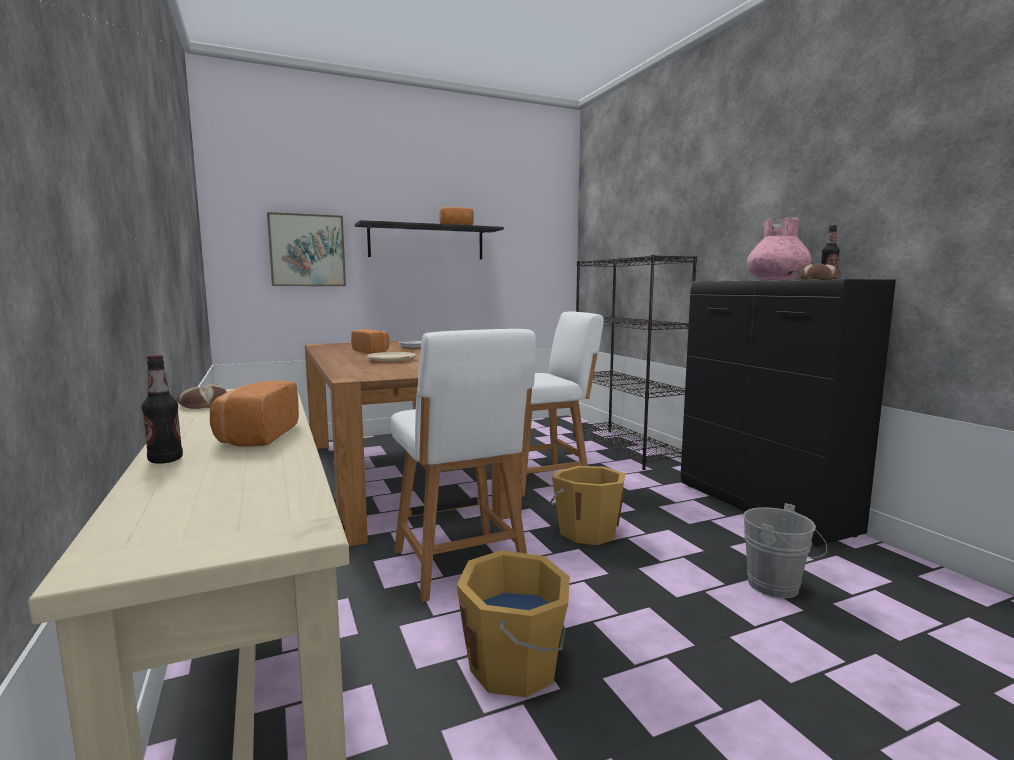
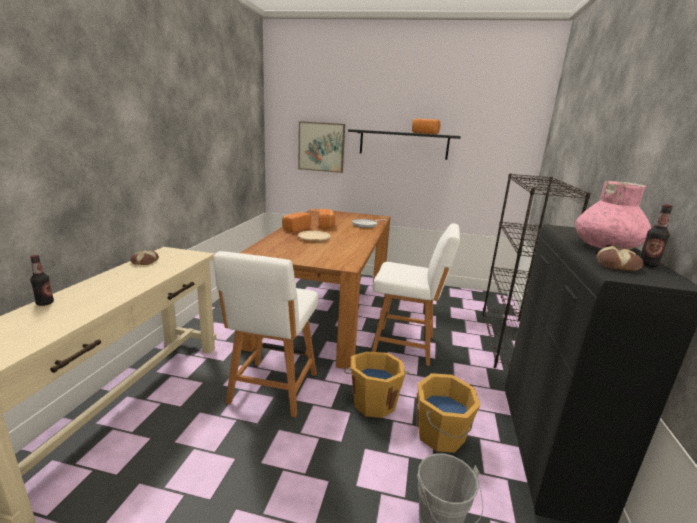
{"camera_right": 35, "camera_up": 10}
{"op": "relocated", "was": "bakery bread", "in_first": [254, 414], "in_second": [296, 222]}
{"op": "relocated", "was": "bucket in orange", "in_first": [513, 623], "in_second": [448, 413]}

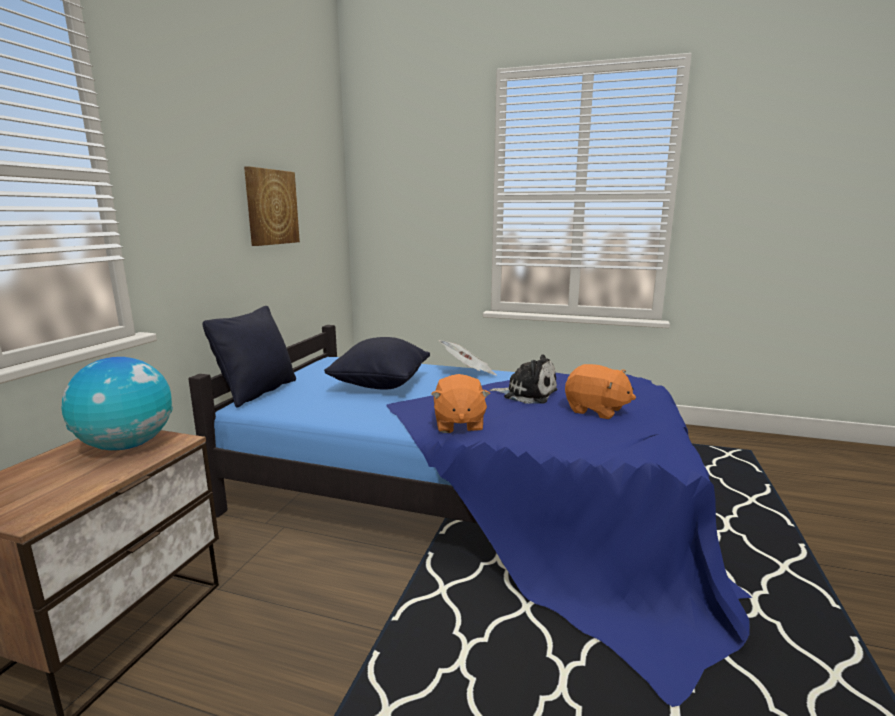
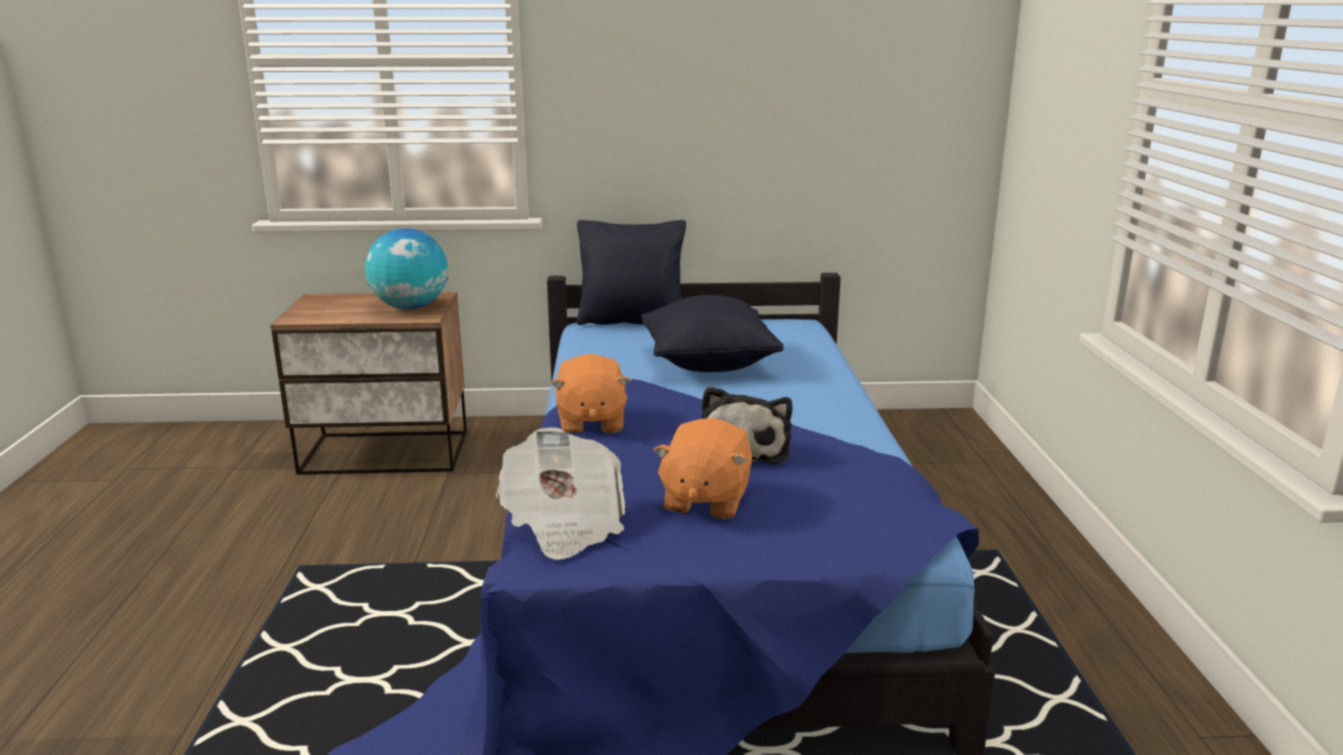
{"camera_right": 70, "camera_up": 5}
{"op": "missing", "was": "picture", "in_first": [272, 206]}
{"op": "relocated", "was": "daily paper", "in_first": [467, 357], "in_second": [560, 493]}
{"op": "spun", "was": "cuddly toy in orange", "in_first": [460, 403], "in_second": [591, 394], "clockwise": -75}

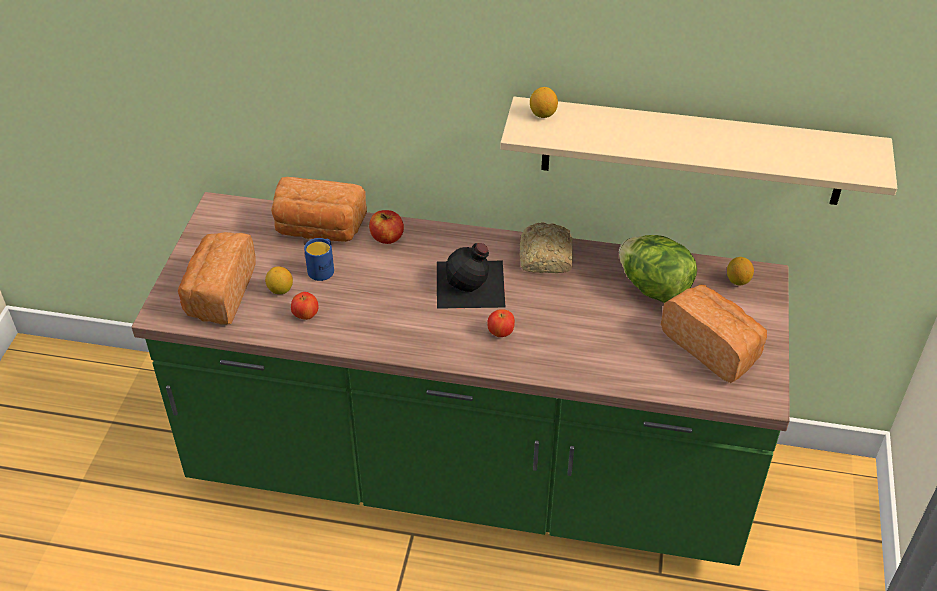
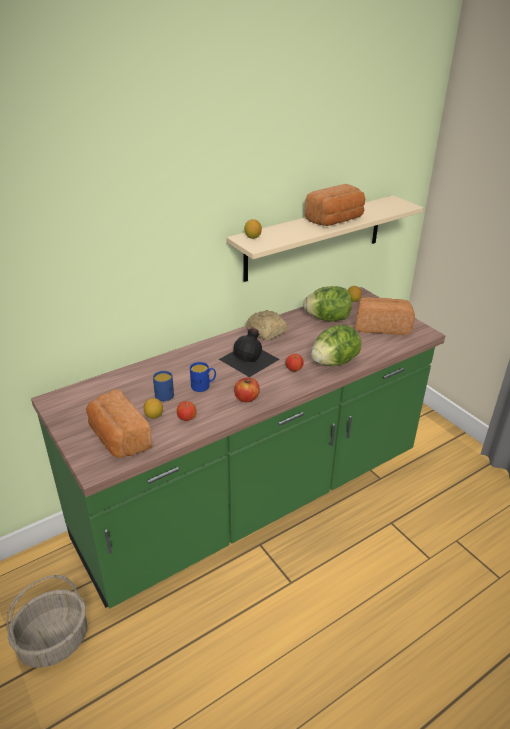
{"camera_right": -45, "camera_up": -10}
{"op": "relocated", "was": "bakery bread", "in_first": [319, 209], "in_second": [335, 205]}
{"op": "relocated", "was": "apple", "in_first": [386, 227], "in_second": [247, 389]}
{"op": "appeared", "now": "lettuce head", "in_second": [336, 345]}
{"op": "appeared", "now": "coffee mug in blue-coloured", "in_second": [203, 377]}
{"op": "appeared", "now": "basket", "in_second": [47, 621]}

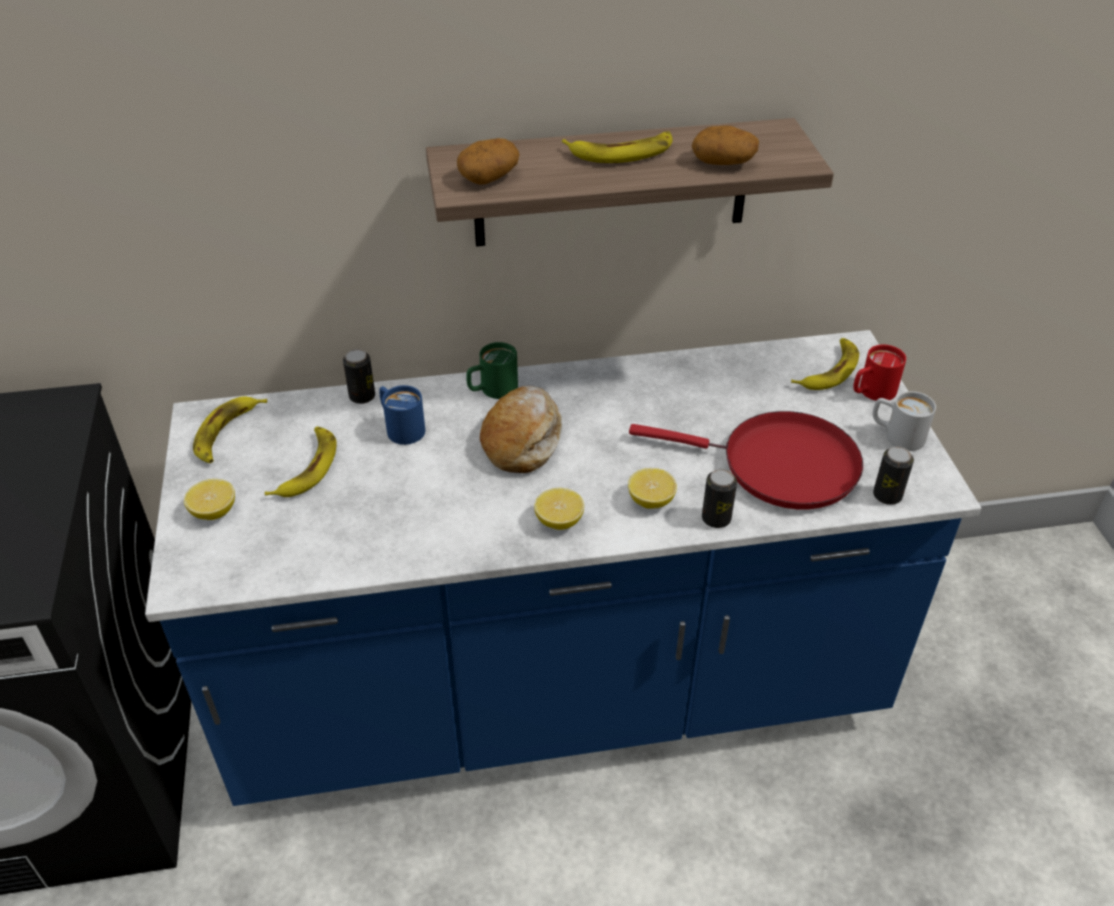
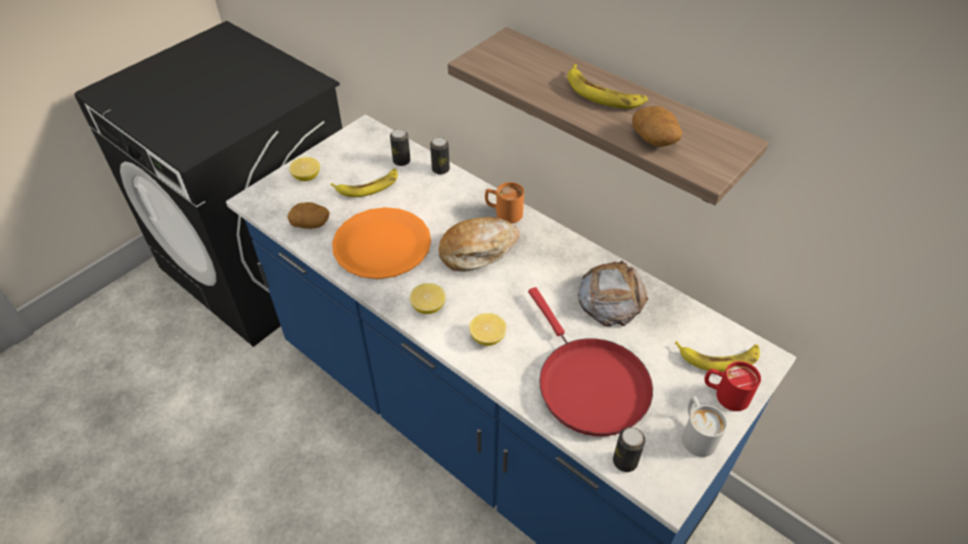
{"camera_right": 50, "camera_up": 5}
{"op": "relocated", "was": "spud", "in_first": [488, 161], "in_second": [309, 215]}
{"op": "colour", "was": "coffee mug in greenish", "now": "coffee mug in orange", "in_first": [492, 370], "in_second": [504, 203]}
{"op": "missing", "was": "coffee mug in blue-coloured", "in_first": [402, 415]}
{"op": "missing", "was": "whole banana", "in_first": [230, 430]}
{"op": "relocated", "was": "metal can", "in_first": [719, 498], "in_second": [400, 147]}
{"op": "appeared", "now": "dinner plate in orange", "in_second": [381, 243]}
{"op": "appeared", "now": "bakery bread", "in_second": [613, 293]}

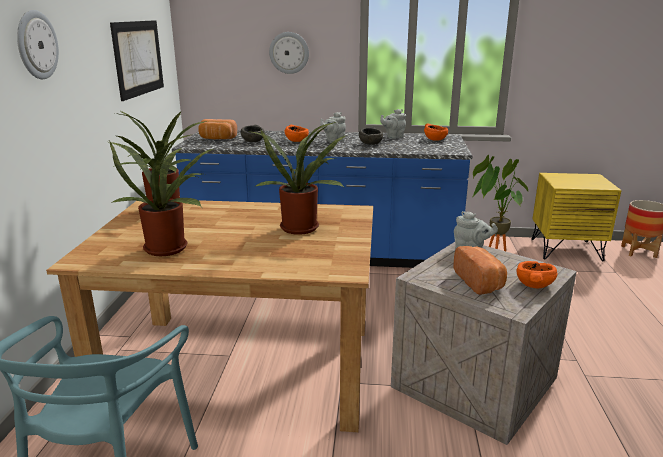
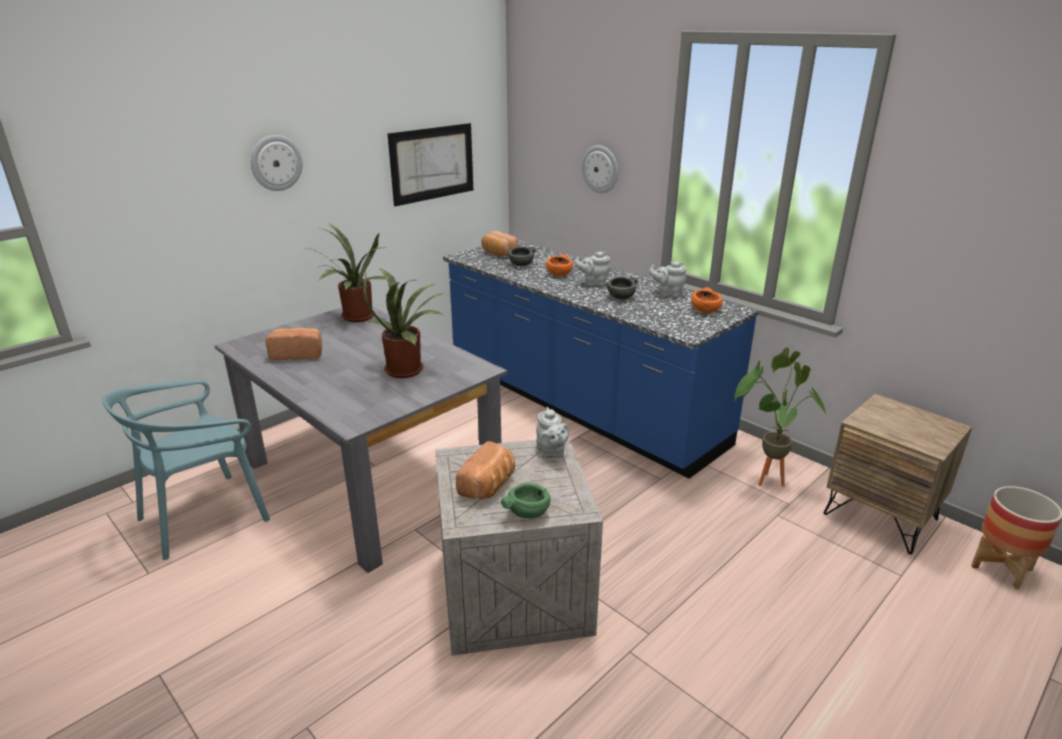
{"camera_right": 40, "camera_up": 5}
{"op": "exchanged", "was": "plant in a pot", "now": "bakery bread", "in_first": [161, 195], "in_second": [293, 344]}
{"op": "colour", "was": "bedside table in yellowish", "now": "bedside table in brownish", "in_first": [576, 217], "in_second": [898, 474]}
{"op": "colour", "was": "dinner table in brownish", "now": "dinner table in grey", "in_first": [209, 316], "in_second": [360, 440]}
{"op": "colour", "was": "serving bowl in orange", "now": "serving bowl in greenish", "in_first": [537, 274], "in_second": [525, 500]}

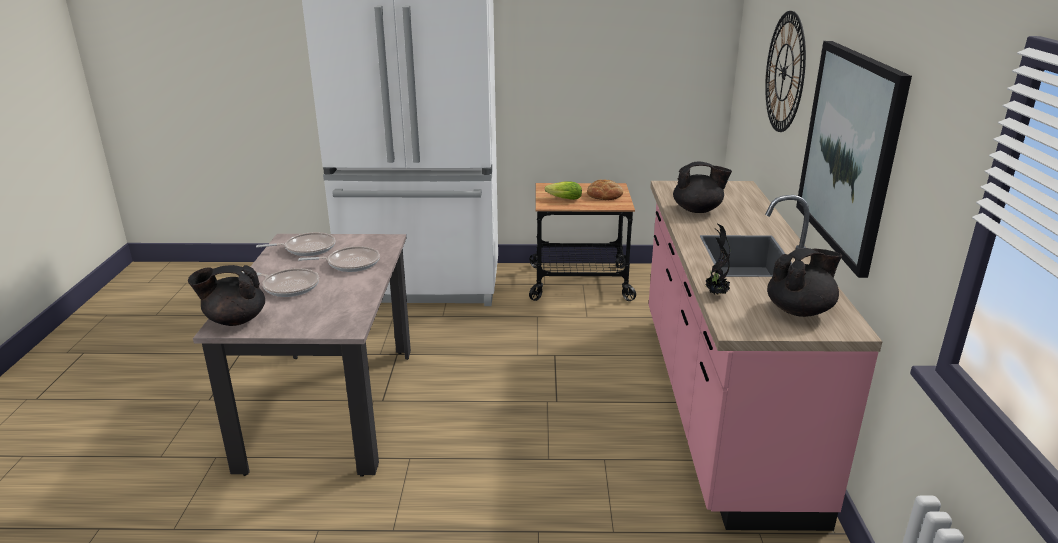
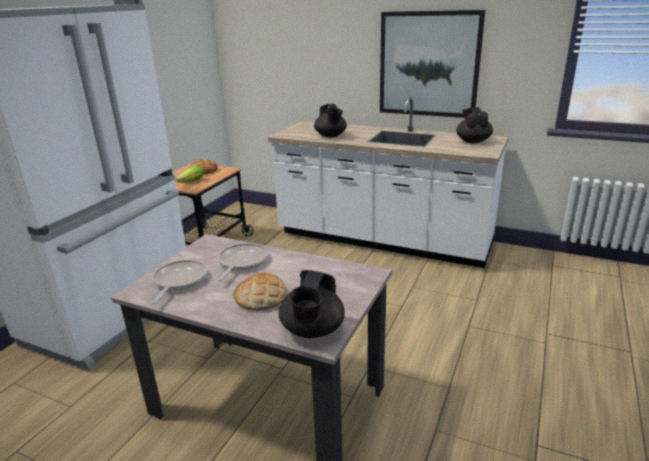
{"camera_right": -65, "camera_up": 0}
{"op": "missing", "was": "clock on the wall", "in_first": [785, 71]}
{"op": "spun", "was": "teapot in black", "in_first": [702, 187], "in_second": [330, 120], "clockwise": 135}
{"op": "colour", "was": "kitchen counter in pink-coloured", "now": "kitchen counter in white-coloured", "in_first": [765, 356], "in_second": [388, 182]}
{"op": "missing", "was": "plant in a pot", "in_first": [716, 259]}
{"op": "exchanged", "was": "frying pan", "now": "bakery bread", "in_first": [280, 282], "in_second": [260, 291]}

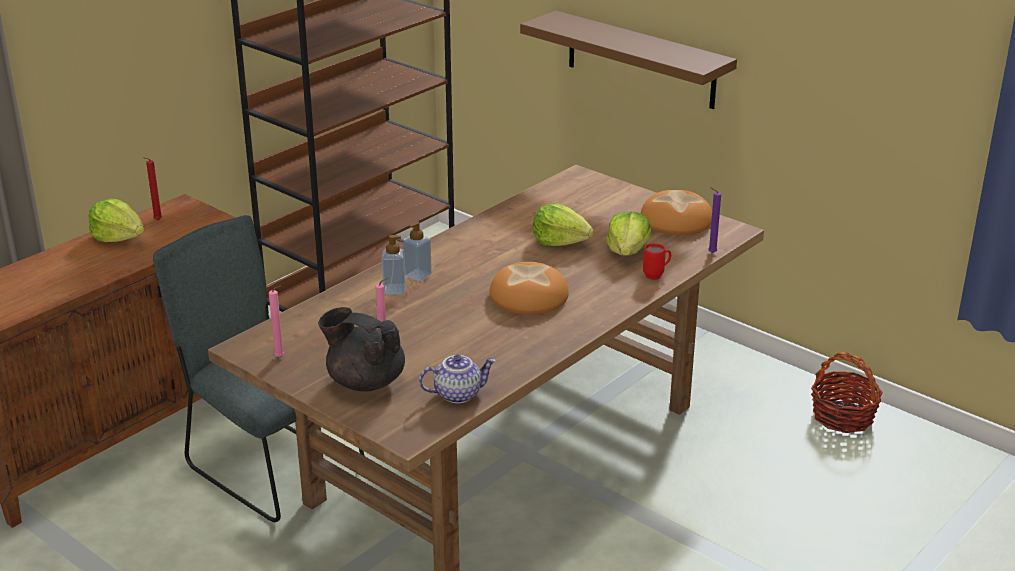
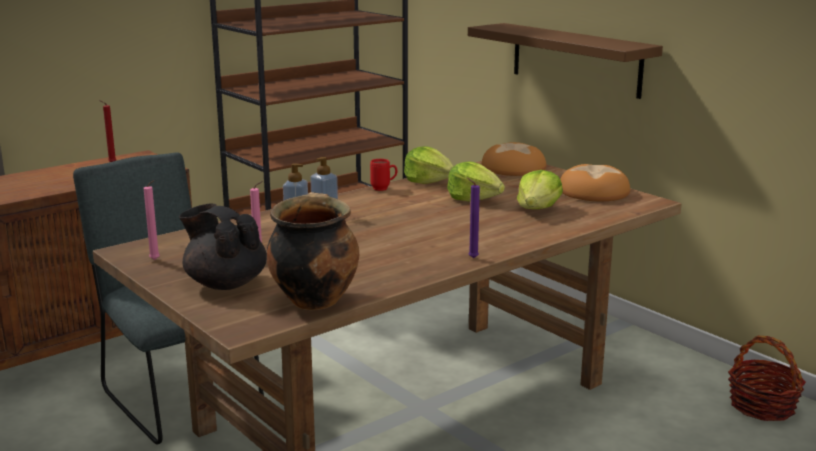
{"camera_right": 10, "camera_up": -10}
{"op": "relocated", "was": "wax candle in purple-coloured", "in_first": [714, 220], "in_second": [473, 218]}
{"op": "relocated", "was": "lettuce head", "in_first": [116, 220], "in_second": [429, 165]}
{"op": "relocated", "was": "coffee mug in reddish", "in_first": [657, 261], "in_second": [384, 175]}
{"op": "relocated", "was": "bakery bread", "in_first": [529, 288], "in_second": [514, 159]}
{"op": "exchanged", "was": "teapot", "now": "cooking pot", "in_first": [457, 379], "in_second": [313, 251]}

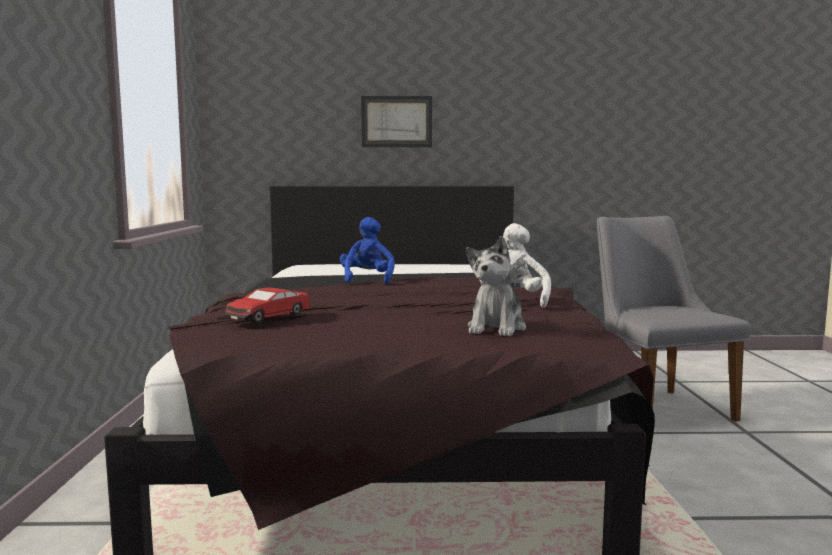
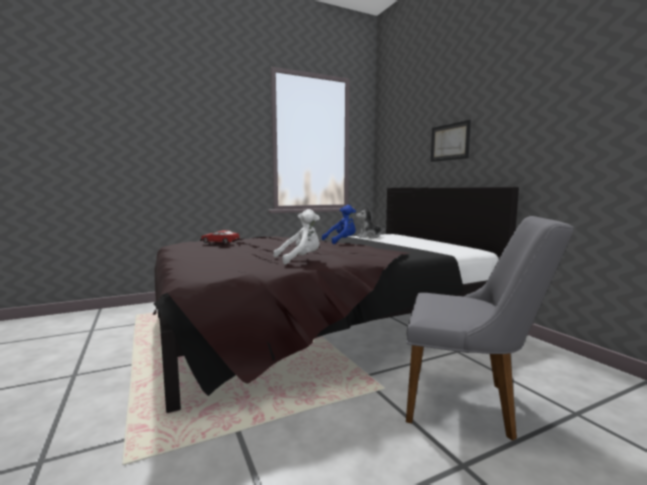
{"camera_right": 65, "camera_up": 0}
{"op": "spun", "was": "upright chair in grey", "in_first": [674, 319], "in_second": [490, 328], "clockwise": 60}
{"op": "relocated", "was": "cuddly toy", "in_first": [496, 286], "in_second": [371, 222]}

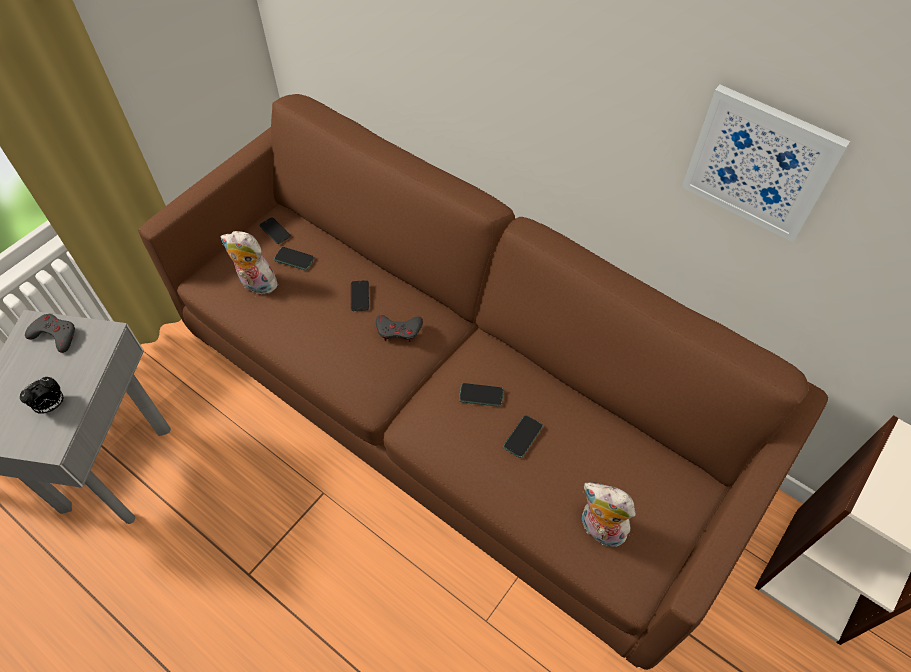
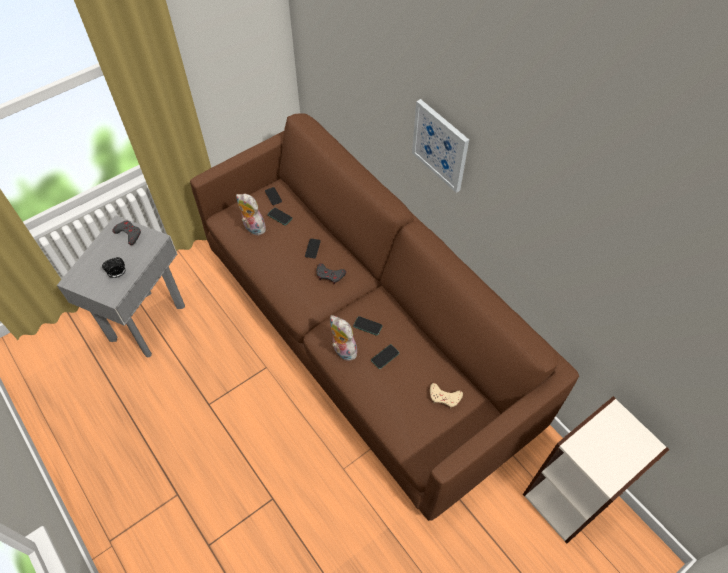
{"camera_right": 15, "camera_up": 0}
{"op": "relocated", "was": "picture", "in_first": [766, 163], "in_second": [440, 146]}
{"op": "relocated", "was": "cuddly toy", "in_first": [609, 514], "in_second": [343, 338]}
{"op": "appeared", "now": "game controller in beige-coloured", "in_second": [446, 395]}

